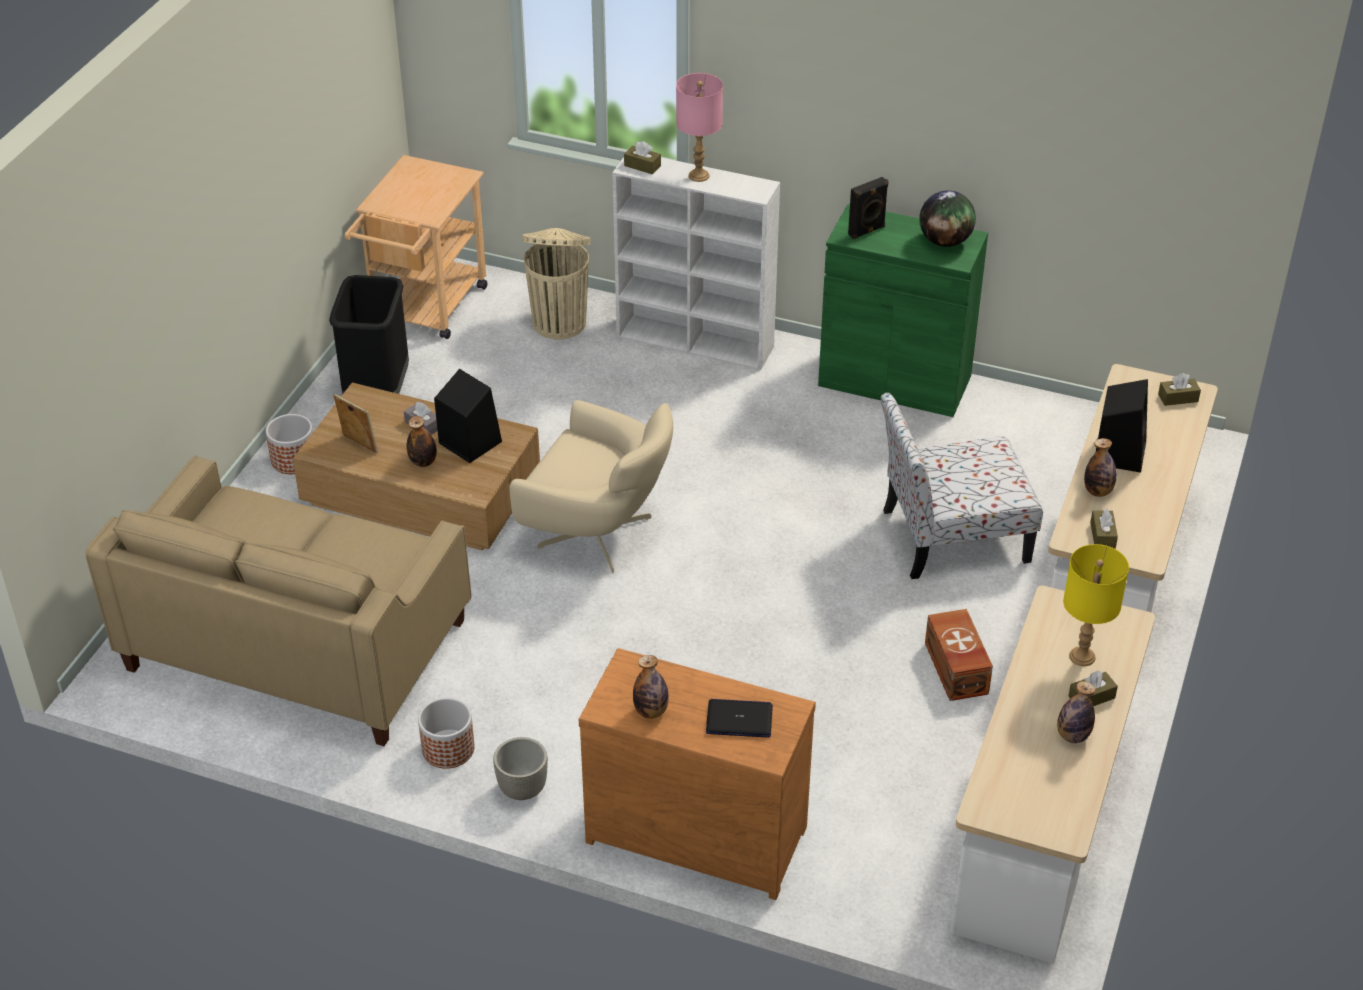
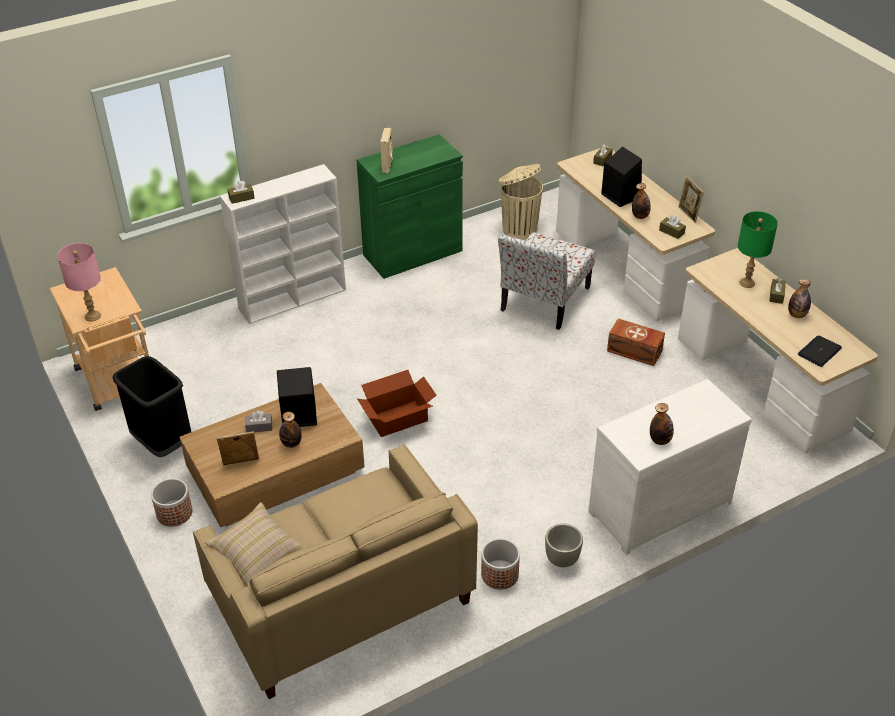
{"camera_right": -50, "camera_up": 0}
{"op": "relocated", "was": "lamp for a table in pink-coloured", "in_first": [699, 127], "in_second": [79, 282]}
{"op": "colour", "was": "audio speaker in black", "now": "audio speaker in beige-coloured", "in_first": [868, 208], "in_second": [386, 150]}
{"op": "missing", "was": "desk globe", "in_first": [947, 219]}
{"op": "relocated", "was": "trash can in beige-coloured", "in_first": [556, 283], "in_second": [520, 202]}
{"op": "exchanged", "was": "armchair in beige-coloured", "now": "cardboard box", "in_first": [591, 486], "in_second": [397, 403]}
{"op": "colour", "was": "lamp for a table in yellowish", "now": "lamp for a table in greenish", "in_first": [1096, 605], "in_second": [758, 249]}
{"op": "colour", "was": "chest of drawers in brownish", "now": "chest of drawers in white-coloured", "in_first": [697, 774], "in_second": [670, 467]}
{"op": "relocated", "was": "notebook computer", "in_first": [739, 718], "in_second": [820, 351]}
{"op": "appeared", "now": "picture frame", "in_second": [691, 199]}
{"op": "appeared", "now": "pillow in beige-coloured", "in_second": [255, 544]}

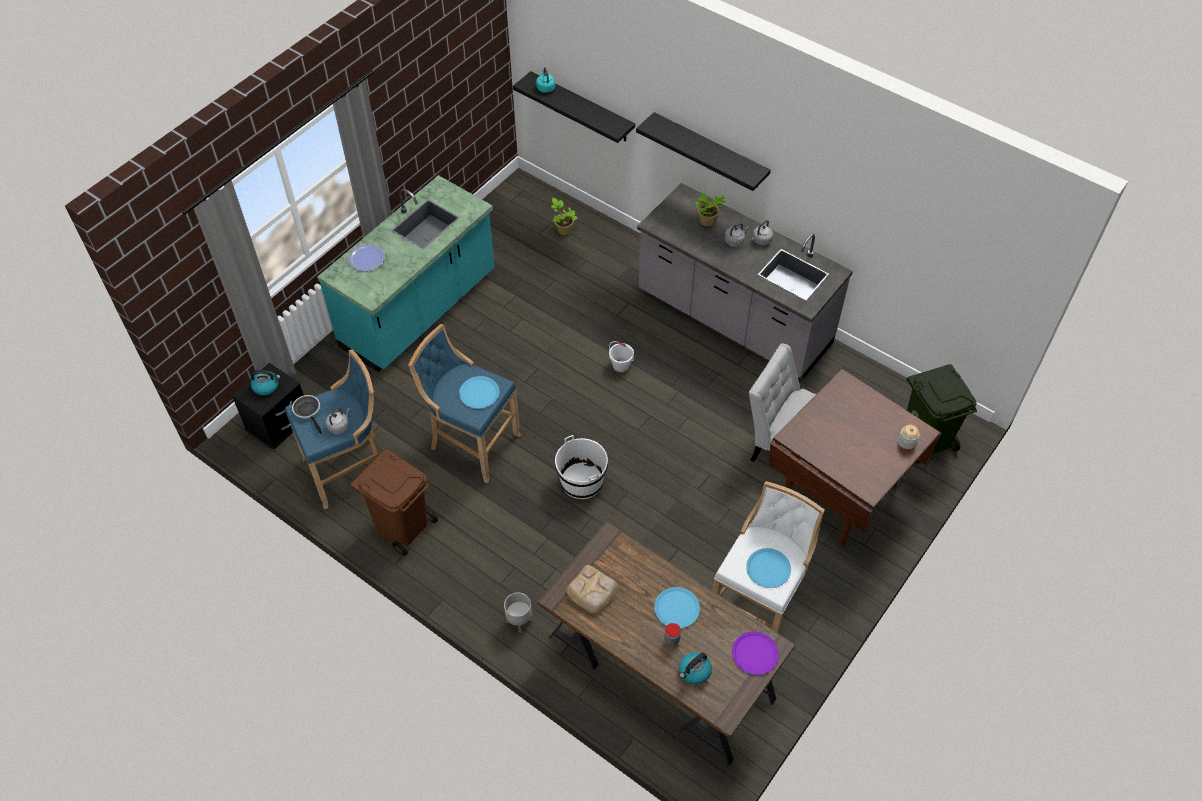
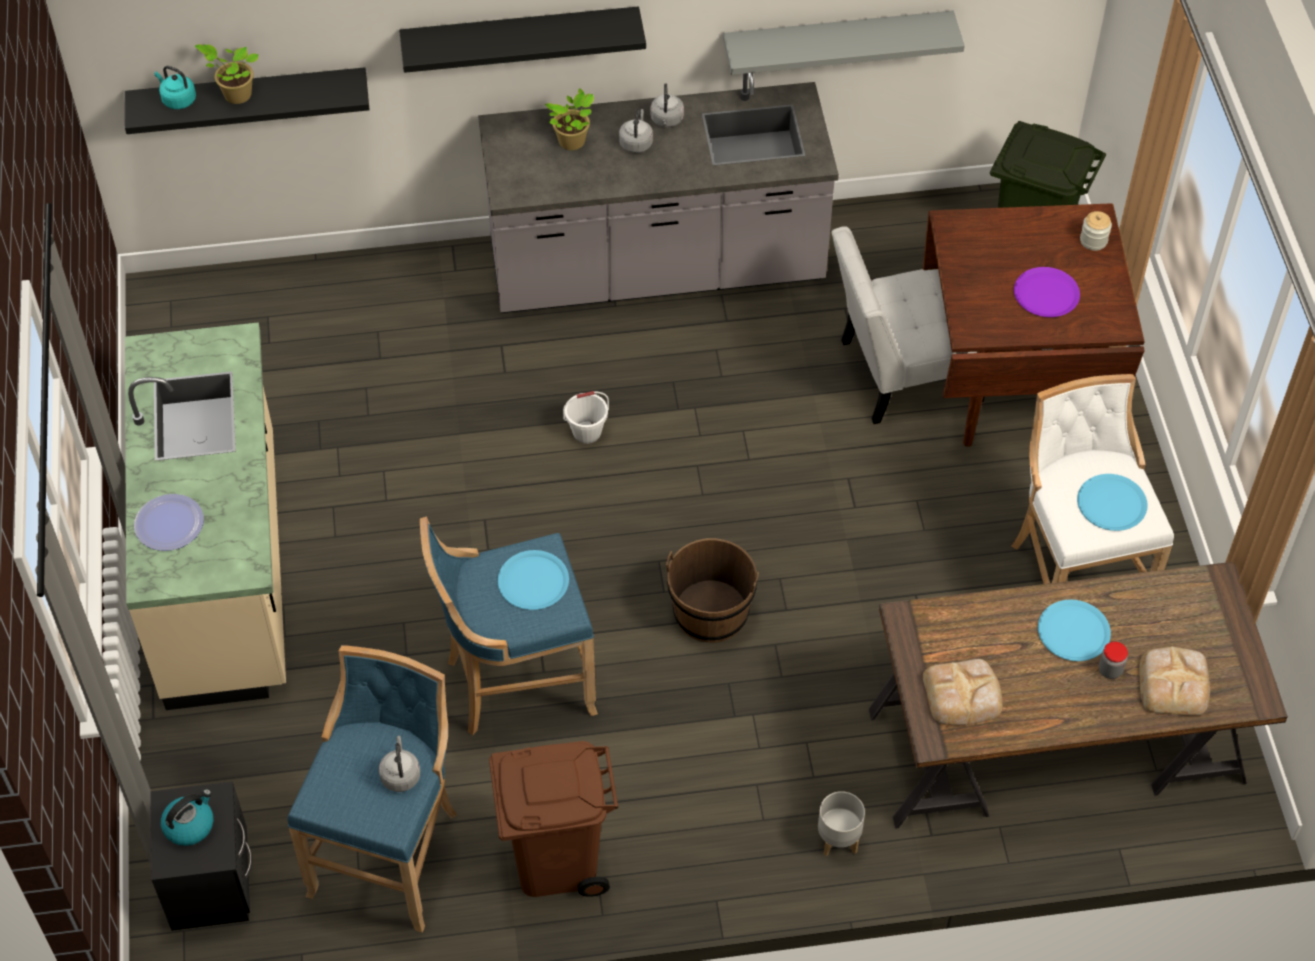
{"camera_right": -45, "camera_up": 0}
{"op": "colour", "was": "kitchen counter in turquoise", "now": "kitchen counter in beige-coloured", "in_first": [406, 273], "in_second": [205, 516]}
{"op": "relocated", "was": "plant in a pot", "in_first": [564, 216], "in_second": [227, 74]}
{"op": "missing", "was": "frying pan", "in_first": [306, 414]}
{"op": "colour", "was": "bucket in white-coloured", "now": "bucket in brownish", "in_first": [581, 467], "in_second": [712, 590]}
{"op": "relocated", "was": "dinner plate in purple-coloured", "in_first": [755, 653], "in_second": [1047, 292]}
{"op": "exchanged", "was": "tea kettle", "now": "bakery bread", "in_first": [695, 668], "in_second": [1174, 681]}
{"op": "appeared", "now": "shelf in grey", "in_second": [844, 42]}

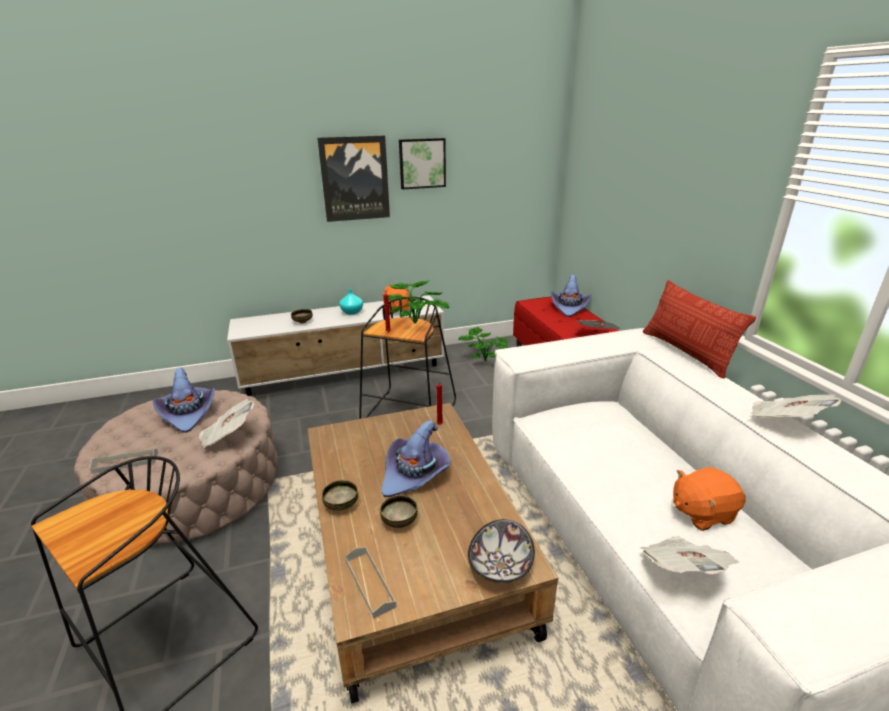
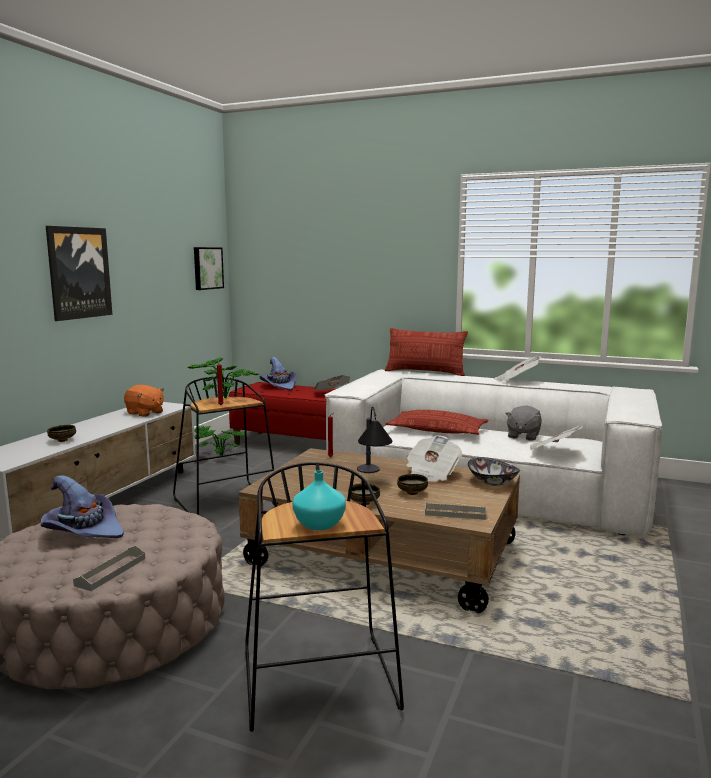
{"camera_right": -50, "camera_up": -15}
{"op": "relocated", "was": "picture", "in_first": [422, 164], "in_second": [209, 268]}
{"op": "relocated", "was": "vase in turquoise", "in_first": [351, 302], "in_second": [319, 500]}
{"op": "relocated", "was": "daily paper", "in_first": [226, 424], "in_second": [434, 458]}
{"op": "exchanged", "was": "clothing hat in purple-coloured", "now": "lamp for a table", "in_first": [416, 458], "in_second": [374, 440]}
{"op": "colour", "was": "cuddly toy in orange", "now": "cuddly toy in grey", "in_first": [709, 499], "in_second": [523, 423]}
{"op": "appeared", "now": "pillow", "in_second": [437, 422]}

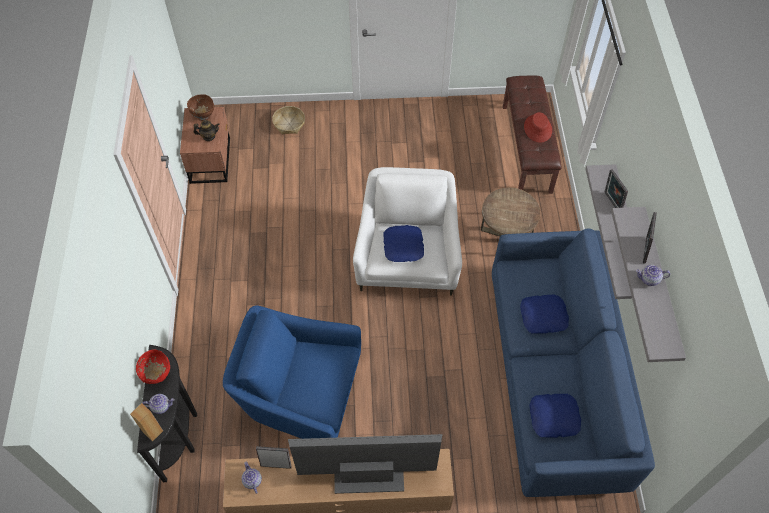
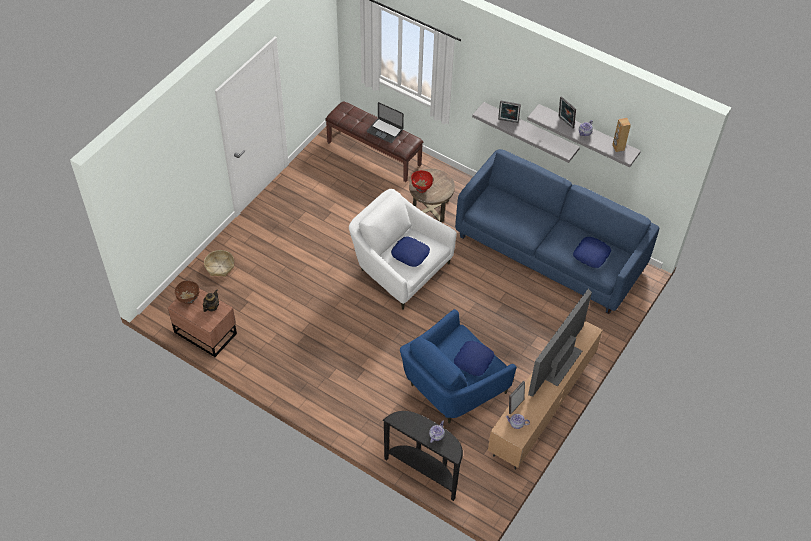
{"camera_right": -55, "camera_up": -5}
{"op": "exchanged", "was": "clothing hat in reddish", "now": "notebook computer", "in_first": [538, 127], "in_second": [385, 122]}
{"op": "relocated", "was": "pillow in blue-coloured", "in_first": [544, 314], "in_second": [474, 358]}
{"op": "relocated", "was": "serving bowl in reddish", "in_first": [153, 367], "in_second": [422, 181]}
{"op": "relocated", "was": "audio speaker in brownish", "in_first": [146, 422], "in_second": [621, 135]}

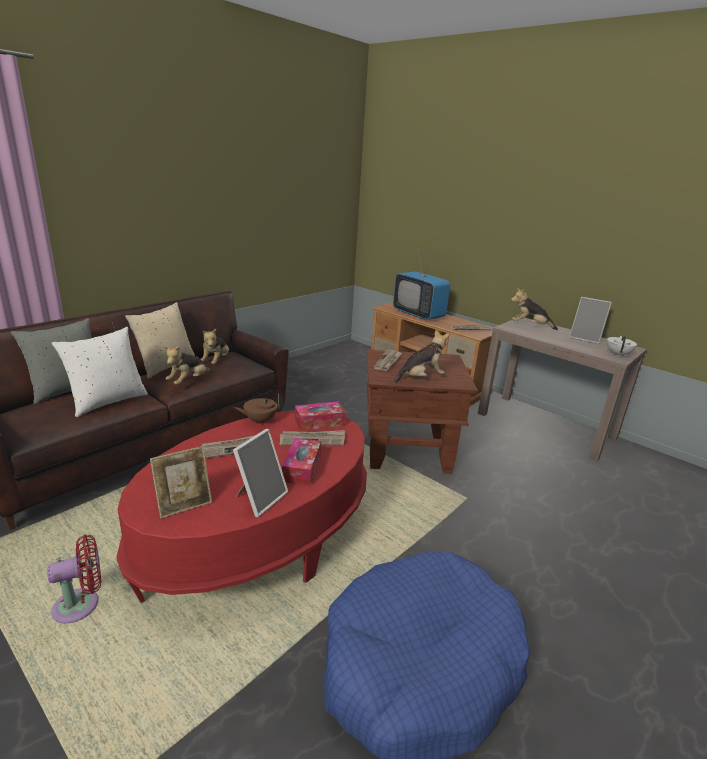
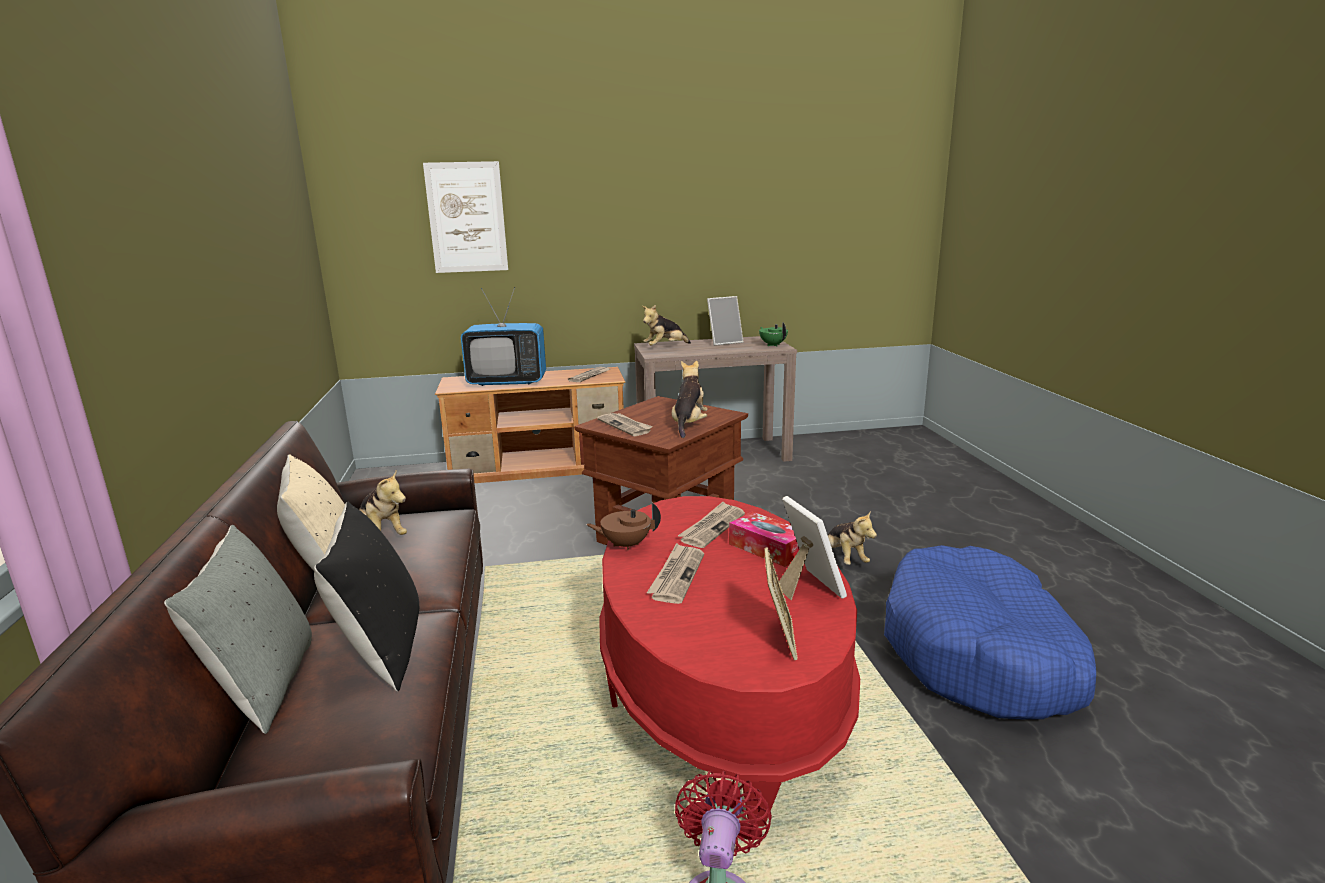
{"camera_right": -50, "camera_up": -5}
{"op": "colour", "was": "pillow in white-coloured", "now": "pillow in black", "in_first": [100, 372], "in_second": [366, 597]}
{"op": "colour", "was": "teapot in white-coloured", "now": "teapot in greenish", "in_first": [622, 346], "in_second": [773, 334]}
{"op": "relocated", "was": "cuddly toy", "in_first": [187, 365], "in_second": [852, 537]}
{"op": "spun", "was": "teapot in brownish", "in_first": [259, 409], "in_second": [623, 526], "clockwise": 60}
{"op": "missing", "was": "tissue holder", "in_first": [320, 416]}
{"op": "appeared", "now": "picture", "in_second": [465, 217]}

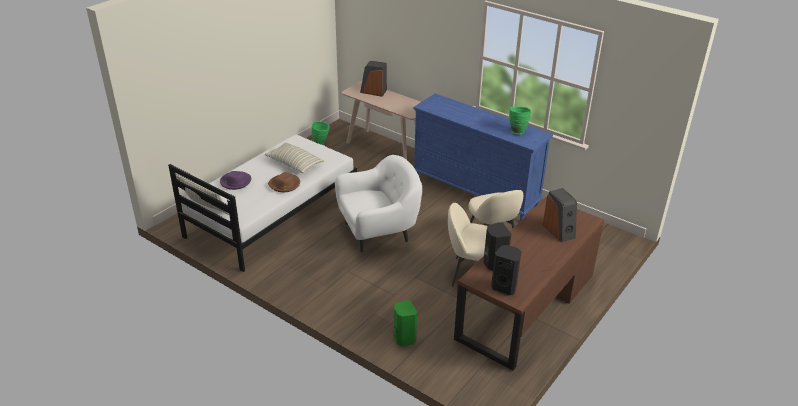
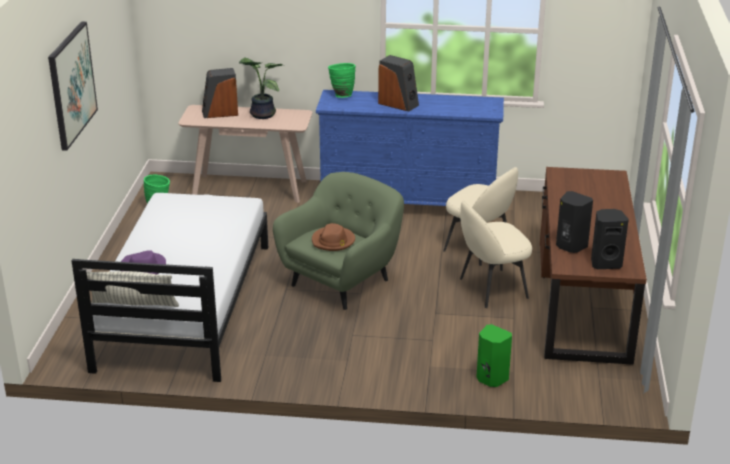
{"camera_right": -30, "camera_up": -5}
{"op": "relocated", "was": "vase in greenish", "in_first": [520, 120], "in_second": [342, 80]}
{"op": "missing", "was": "pillow", "in_first": [294, 157]}
{"op": "colour", "was": "armchair in white-coloured", "now": "armchair in greenish", "in_first": [378, 203], "in_second": [338, 241]}
{"op": "relocated", "was": "clothing hat in brownish", "in_first": [284, 182], "in_second": [333, 237]}
{"op": "relocated", "was": "audio speaker", "in_first": [560, 215], "in_second": [398, 83]}
{"op": "appeared", "now": "picture", "in_second": [73, 86]}
{"op": "appeared", "now": "plant in a pot", "in_second": [260, 88]}

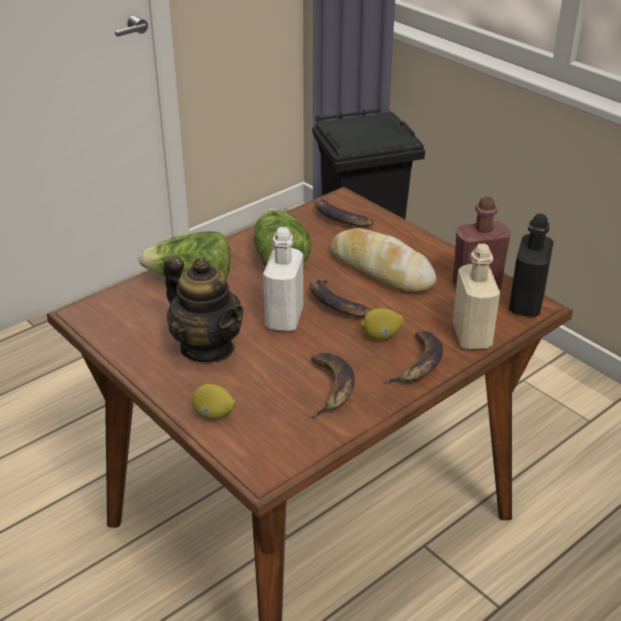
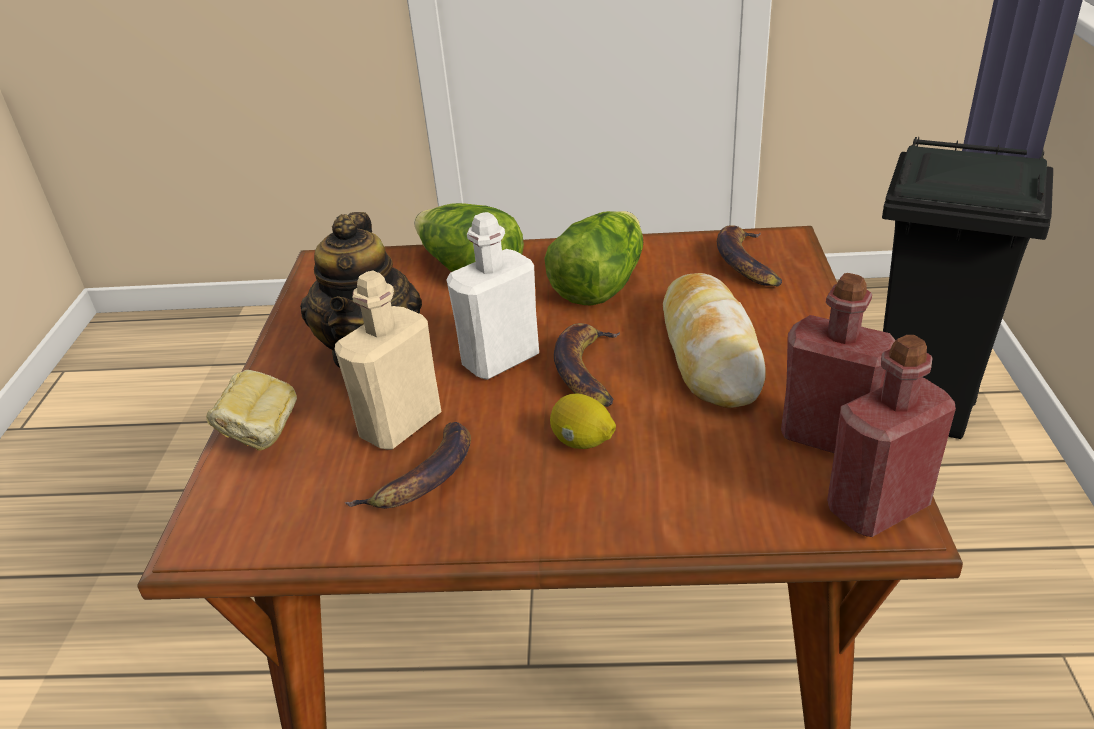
{"camera_right": 45, "camera_up": 0}
{"op": "colour", "was": "bottle in black", "now": "bottle in reddish", "in_first": [531, 265], "in_second": [891, 436]}
{"op": "relocated", "was": "bottle in beige-coloured", "in_first": [476, 297], "in_second": [388, 360]}
{"op": "missing", "was": "whole banana", "in_first": [413, 357]}
{"op": "exchanged", "was": "lemon", "now": "bakery bread", "in_first": [214, 401], "in_second": [251, 410]}

